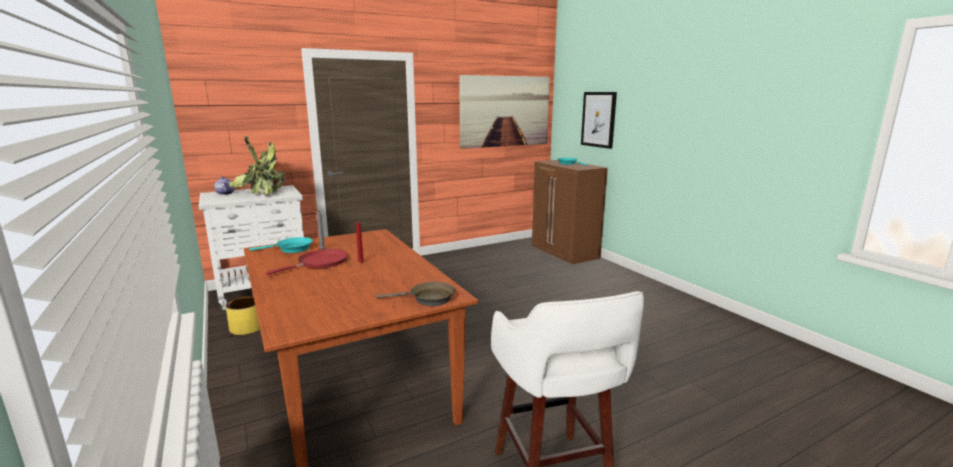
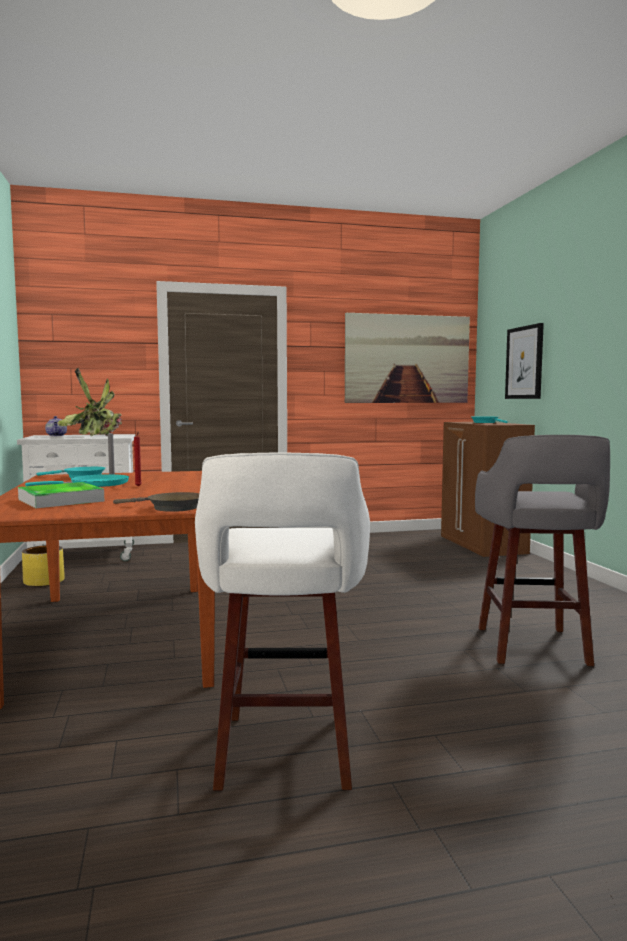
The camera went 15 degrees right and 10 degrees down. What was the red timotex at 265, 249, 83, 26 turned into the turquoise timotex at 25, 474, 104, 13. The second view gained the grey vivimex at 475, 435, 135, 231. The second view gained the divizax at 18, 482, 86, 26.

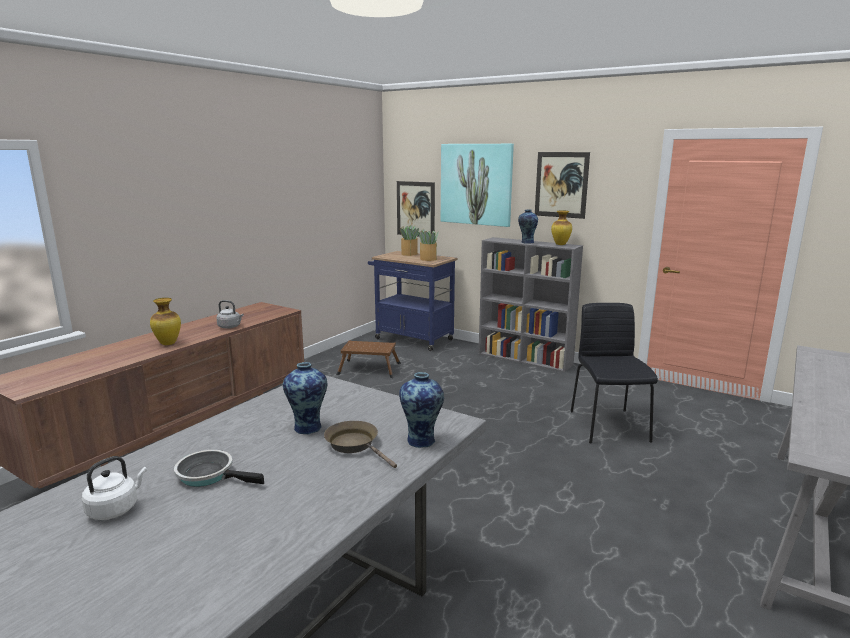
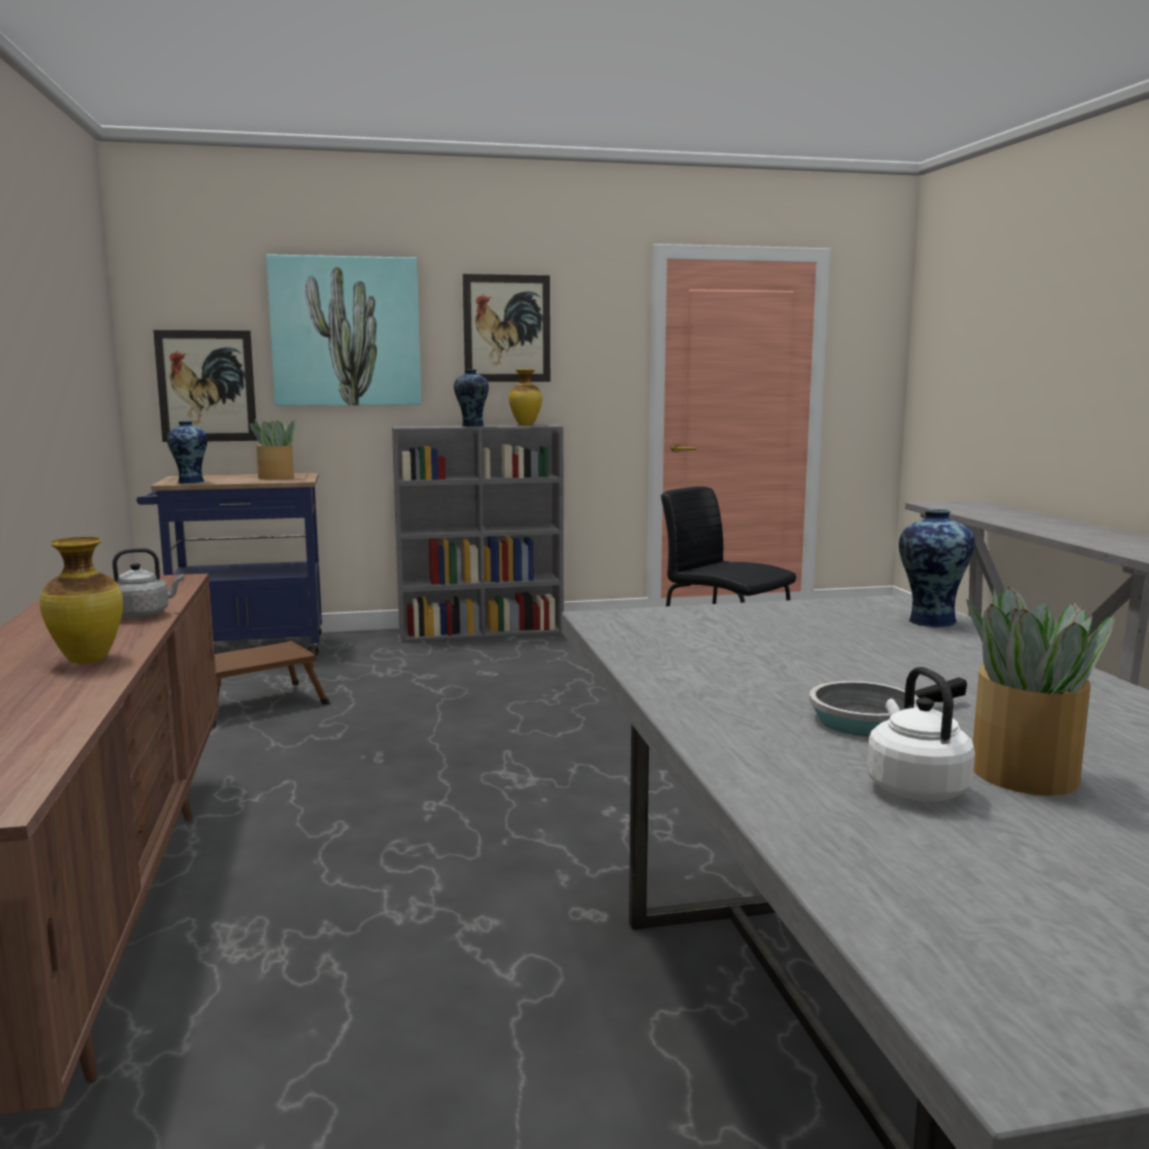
The camera went 45 degrees left and 5 degrees down. The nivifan ended up elsewhere, having gone from 400, 225, 19, 31 to 966, 586, 149, 210. The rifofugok ended up elsewhere, having gone from 283, 362, 45, 72 to 167, 421, 41, 62. The second view lost the brown timotex at 324, 421, 73, 47.

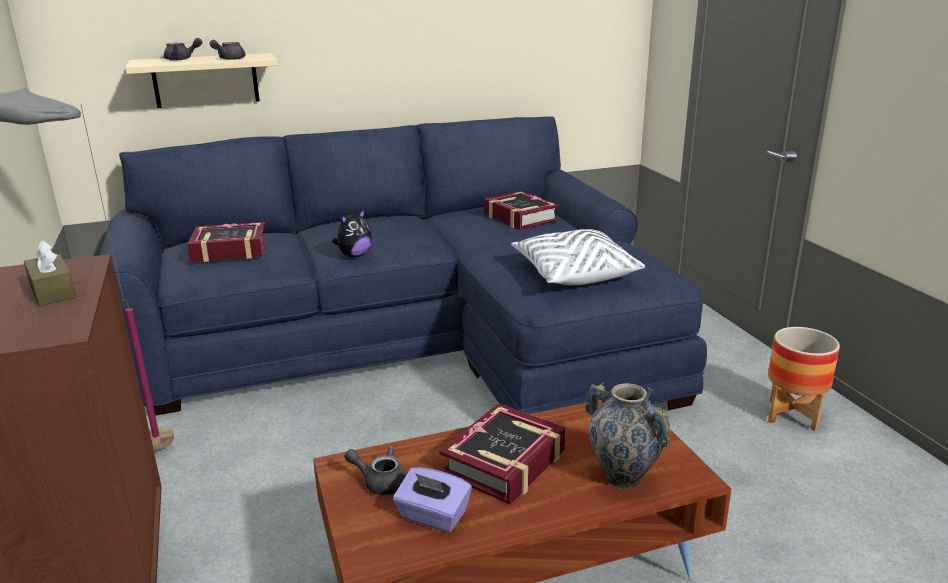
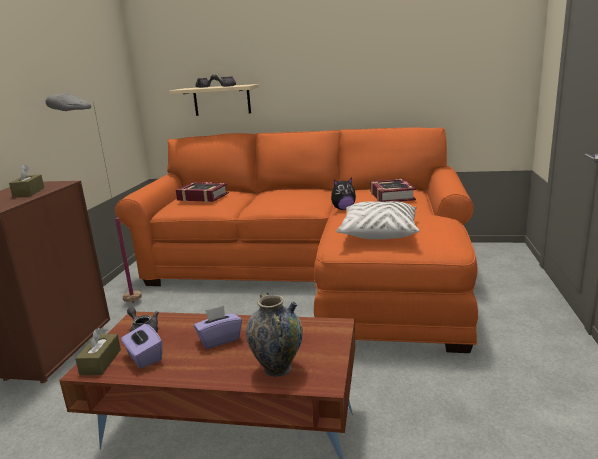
The camera went 30 degrees right and 5 degrees down. What was the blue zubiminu at 99, 116, 608, 300 turned into the orange zubiminu at 115, 127, 363, 226. The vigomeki ended up elsewhere, having gone from 333, 209, 39, 48 to 331, 178, 25, 32. The second view lost the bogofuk at 768, 327, 72, 105. Where the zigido stood at 439, 403, 127, 102, the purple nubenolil came to stand at 194, 306, 48, 43. The second view gained the brown nubenolil at 75, 328, 46, 47.

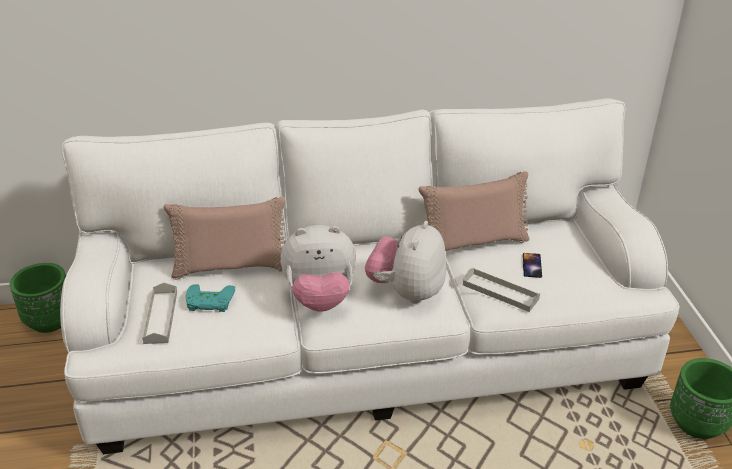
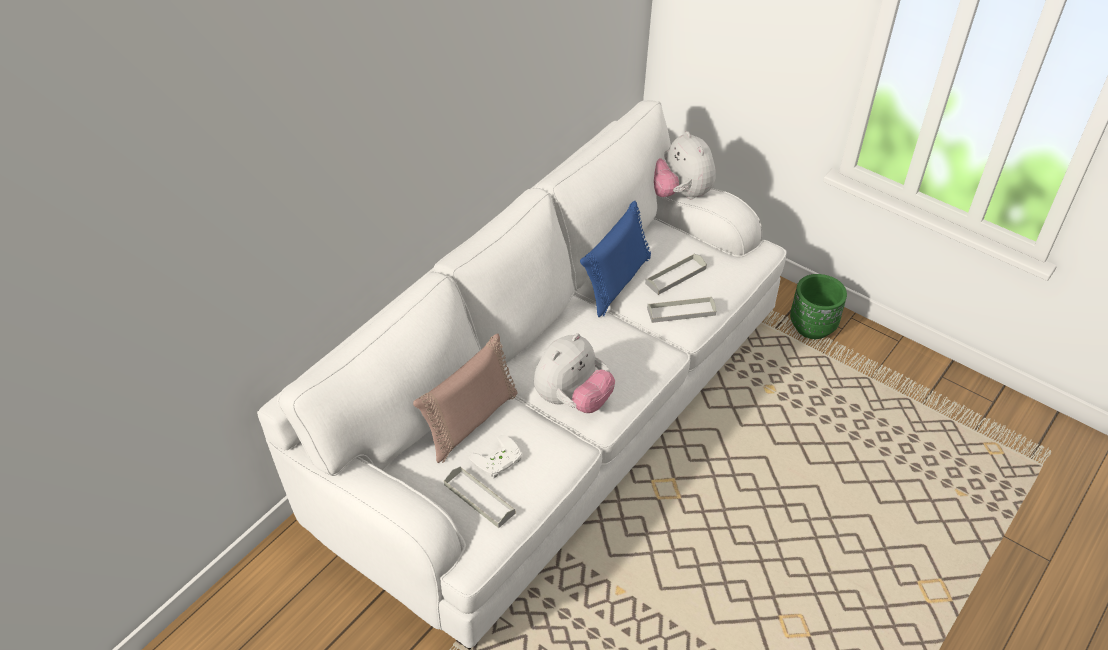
The camera went 45 degrees left and 10 degrees up. What was the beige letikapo at 418, 171, 111, 80 turned into the blue letikapo at 580, 201, 71, 116. The vigomeki ended up elsewhere, having gone from 365, 221, 81, 83 to 654, 131, 62, 68. Where the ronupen stood at 523, 253, 19, 25, the grey divizax came to stand at 645, 254, 62, 41. The second view lost the green bogofuk at 10, 263, 56, 70. What was the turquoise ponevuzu at 186, 284, 49, 28 turned into the white ponevuzu at 469, 435, 53, 44.

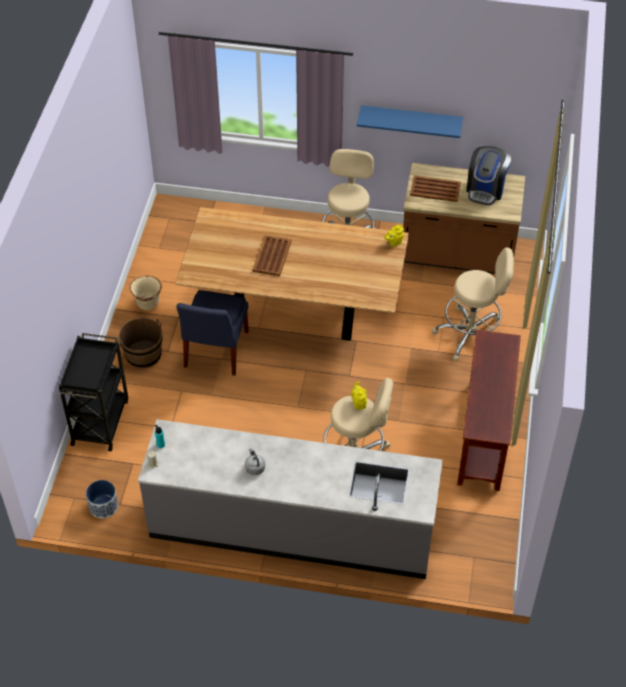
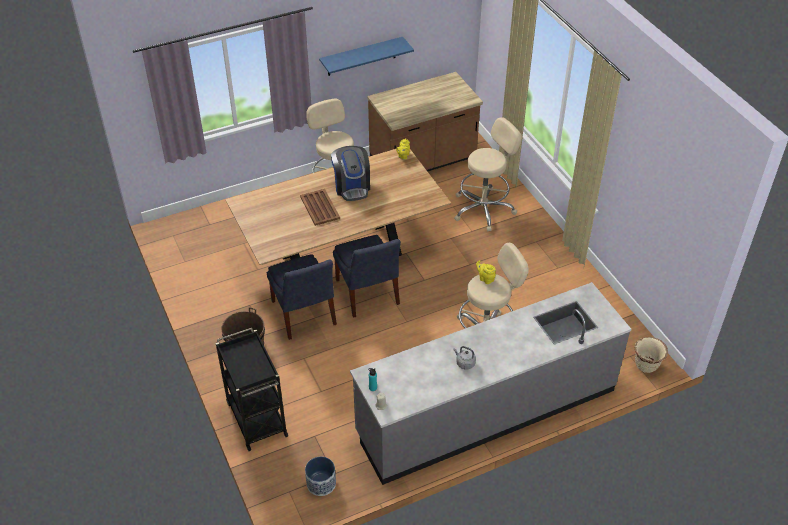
The camera went 35 degrees left and 5 degrees down. The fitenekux ended up elsewhere, having gone from 466, 146, 45, 59 to 331, 146, 39, 55. The second view lost the brown divizax at 410, 175, 51, 27. The beige bogofuk ended up elsewhere, having gone from 130, 276, 32, 34 to 634, 337, 34, 36. The second view lost the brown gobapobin at 457, 330, 64, 161. The second view gained the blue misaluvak at 333, 235, 68, 83.

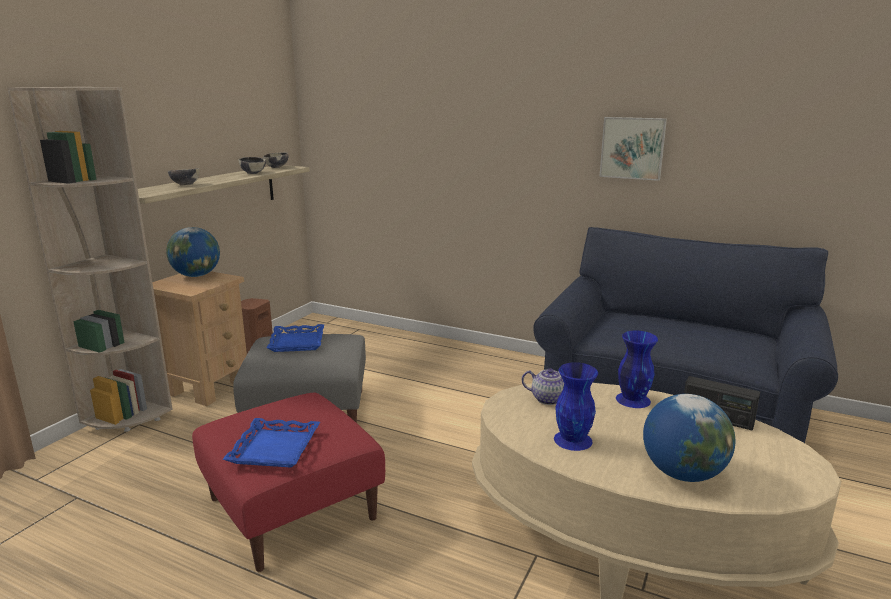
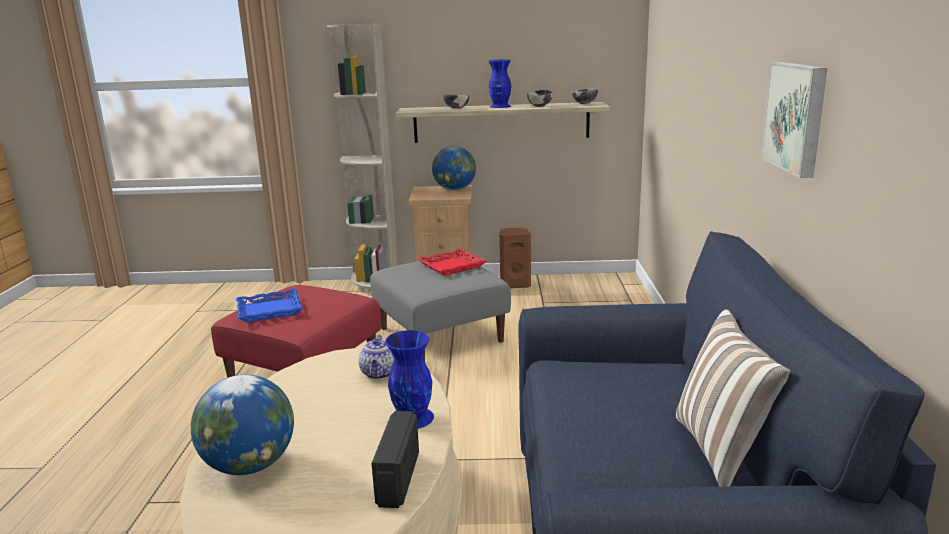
The camera went 65 degrees right and 0 degrees up. What was the blue divizax at 267, 324, 57, 28 turned into the red divizax at 418, 249, 69, 27. The blue rifofugok ended up elsewhere, having gone from 554, 362, 44, 89 to 488, 60, 23, 48. The second view gained the letikapo at 676, 309, 114, 178.

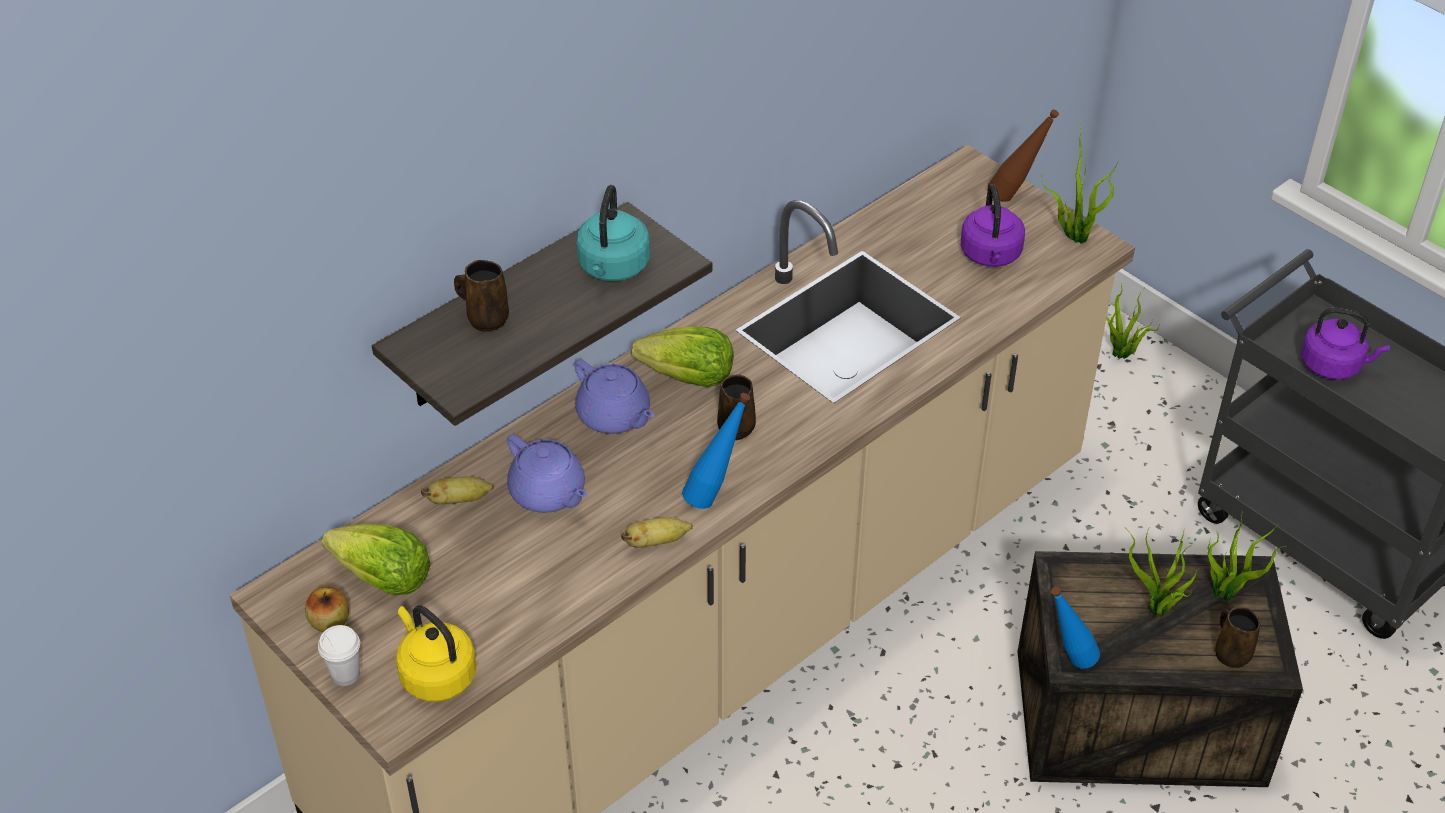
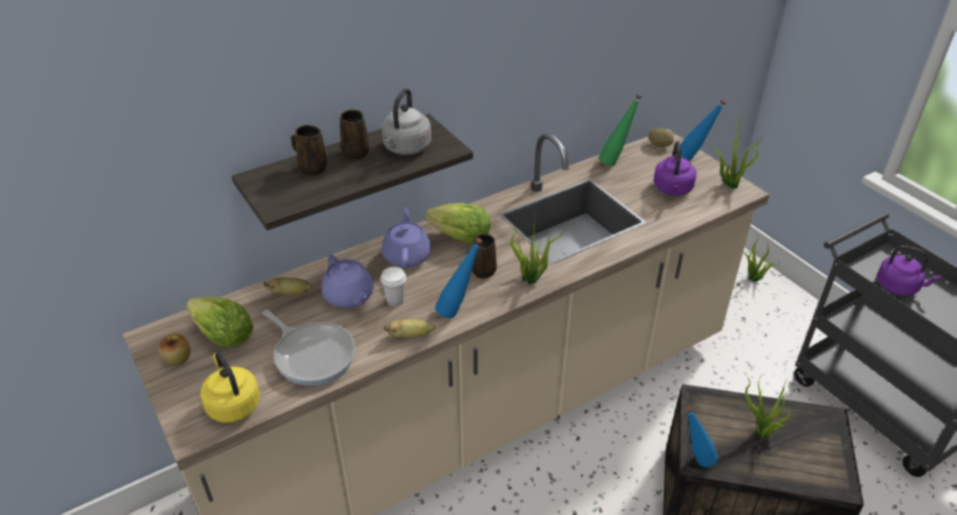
The camera went 10 degrees right and 5 degrees down. What was the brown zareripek at 988, 109, 71, 93 turned into the blue zareripek at 681, 99, 46, 62. What was the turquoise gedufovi at 577, 185, 73, 96 turned into the grey gedufovi at 381, 88, 50, 67. The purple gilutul at 575, 360, 79, 74 ended up facing another way, 150 degrees counterclockwise from before. The nivifan ended up elsewhere, having gone from 1207, 517, 74, 84 to 511, 216, 54, 69. The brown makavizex ended up elsewhere, having gone from 1215, 607, 45, 61 to 340, 110, 29, 50. The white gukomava ended up elsewhere, having gone from 318, 625, 42, 61 to 380, 267, 27, 39. The second view gained the green zareripek at 599, 94, 43, 72. The second view gained the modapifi at 648, 128, 26, 19. The second view gained the timotex at 262, 310, 94, 76.

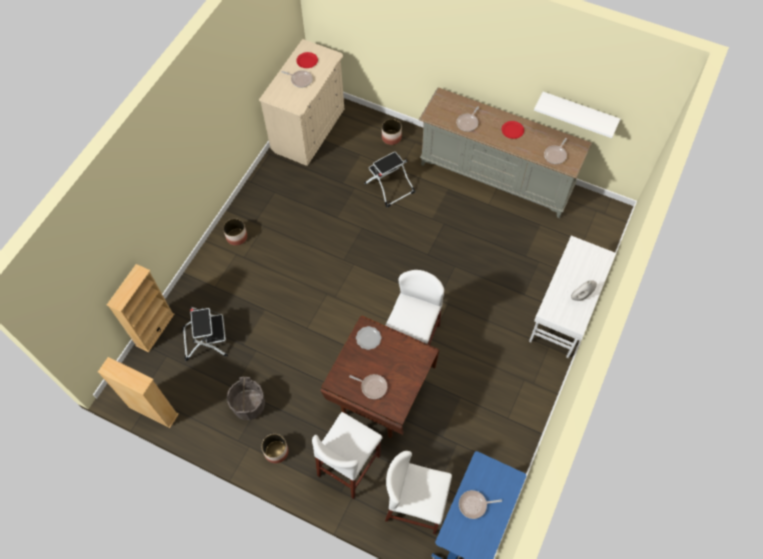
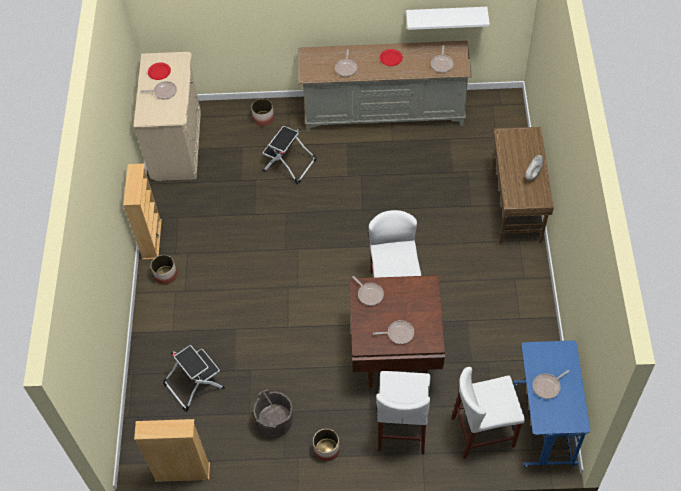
The camera went 25 degrees left and 5 degrees down. What was the white gobapobin at 529, 236, 87, 122 turned into the brown gobapobin at 491, 127, 63, 117. The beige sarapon ended up elsewhere, having gone from 107, 264, 67, 88 to 123, 164, 39, 96. Where the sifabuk stood at 356, 326, 25, 24, the timotex came to stand at 352, 276, 32, 30.

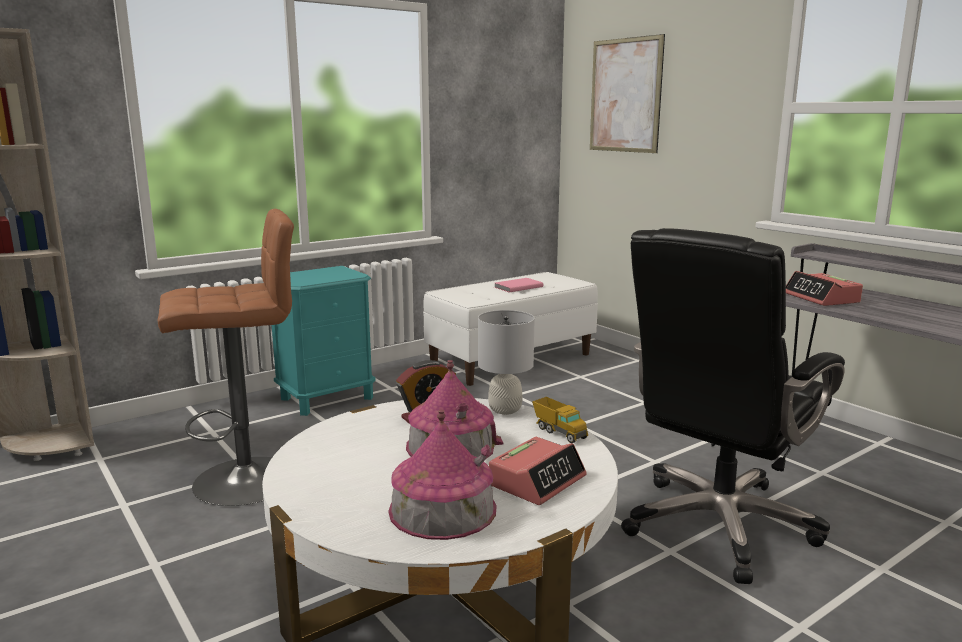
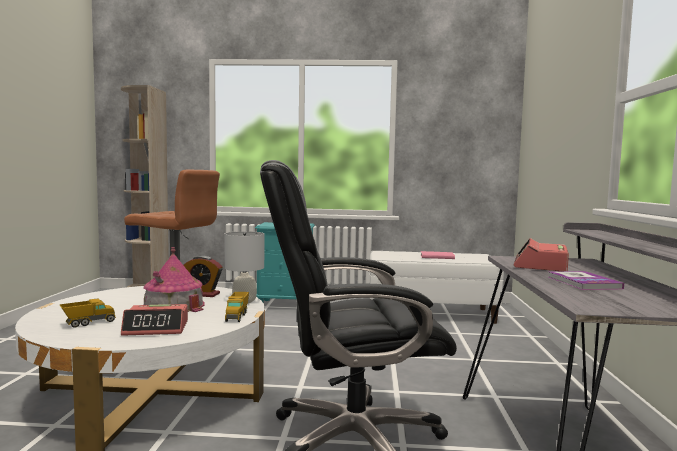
The camera went 40 degrees right and 10 degrees down. The second view lost the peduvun at 590, 34, 75, 119. Where the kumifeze stood at 388, 409, 109, 131, the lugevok came to stand at 60, 298, 56, 30. The second view gained the zigido at 549, 271, 75, 19.

